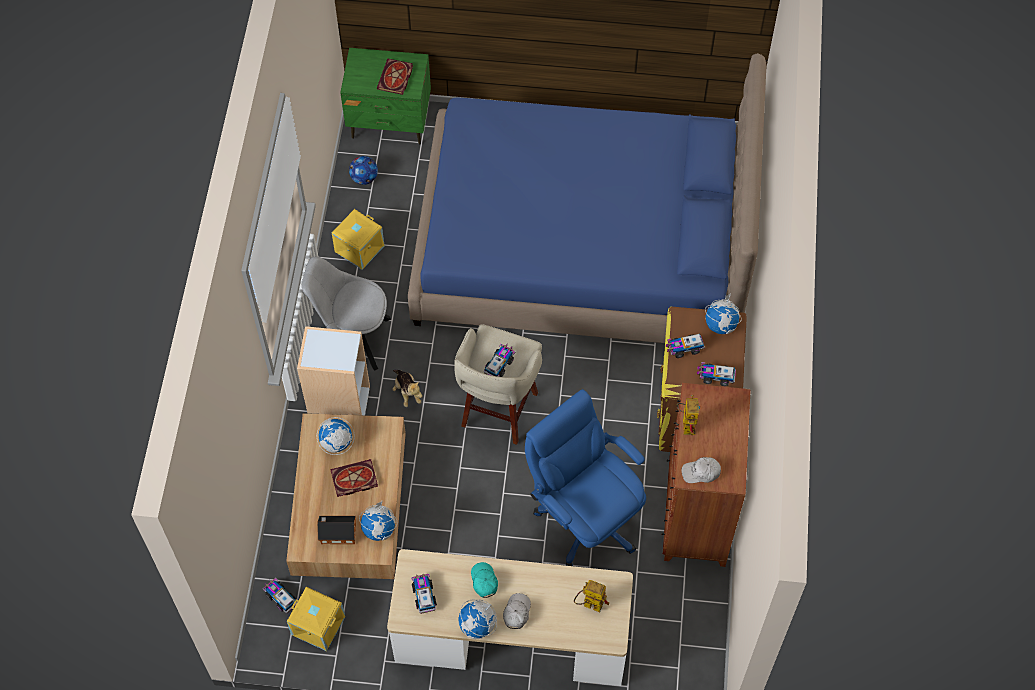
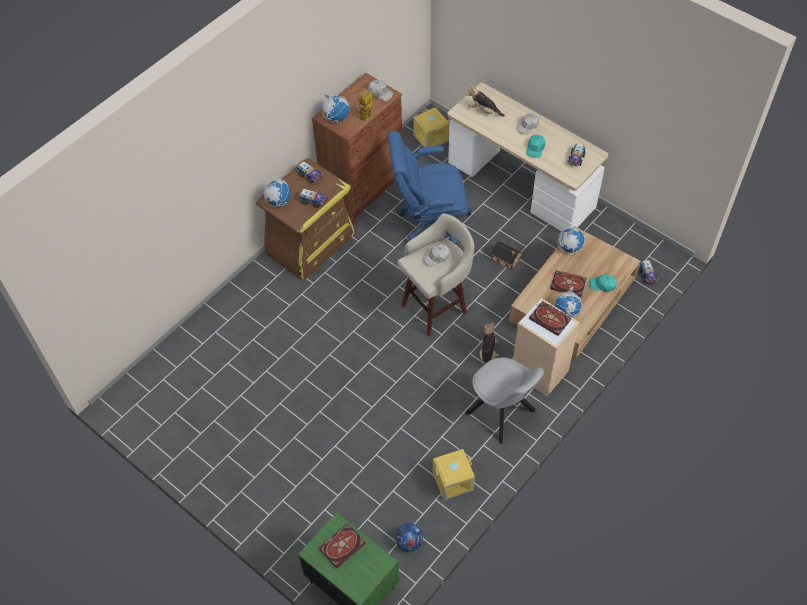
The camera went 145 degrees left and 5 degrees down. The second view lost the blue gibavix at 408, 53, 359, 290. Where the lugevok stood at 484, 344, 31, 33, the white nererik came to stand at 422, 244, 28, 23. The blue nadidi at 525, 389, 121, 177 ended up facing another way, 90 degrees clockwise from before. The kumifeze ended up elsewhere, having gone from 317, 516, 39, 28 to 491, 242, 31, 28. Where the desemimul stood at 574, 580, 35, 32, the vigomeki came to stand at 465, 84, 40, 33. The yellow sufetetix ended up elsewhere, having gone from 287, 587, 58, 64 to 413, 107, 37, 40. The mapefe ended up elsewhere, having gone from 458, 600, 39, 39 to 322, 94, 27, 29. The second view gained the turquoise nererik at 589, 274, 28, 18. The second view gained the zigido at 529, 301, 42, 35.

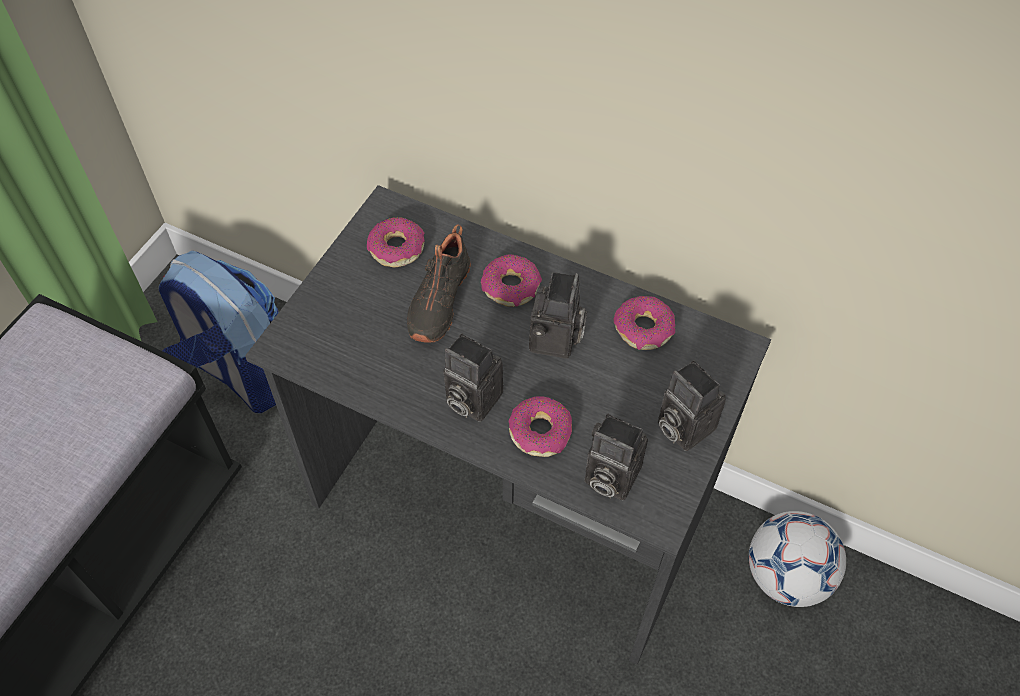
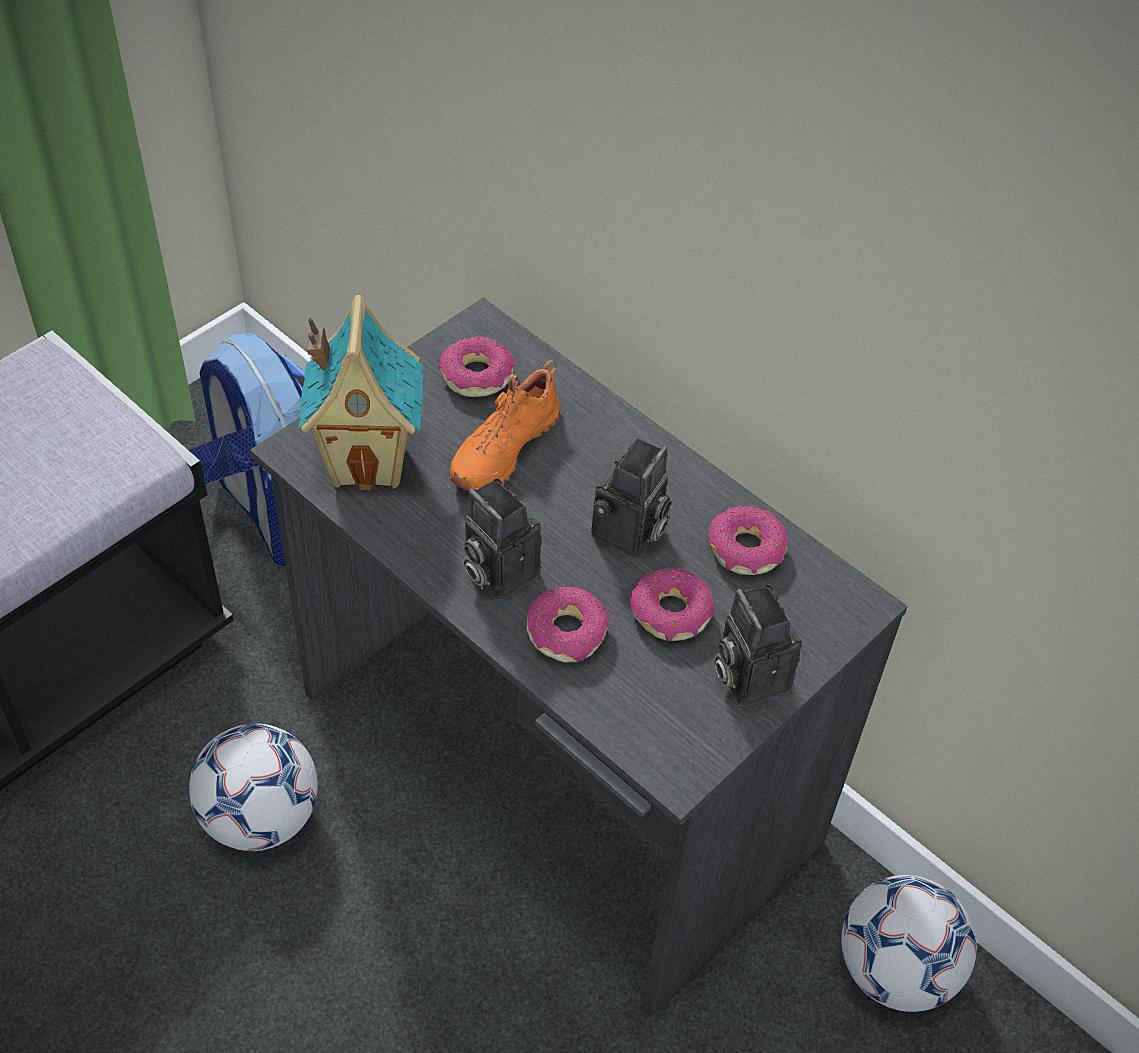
The camera went 15 degrees right and 5 degrees down. What was the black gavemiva at 407, 224, 64, 119 turned into the orange gavemiva at 450, 360, 110, 131. The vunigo ended up elsewhere, having gone from 481, 254, 61, 53 to 629, 568, 86, 73. The second view lost the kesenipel at 585, 414, 63, 87. The second view gained the kumifeze at 299, 295, 124, 195. The second view gained the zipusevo at 189, 723, 129, 128.

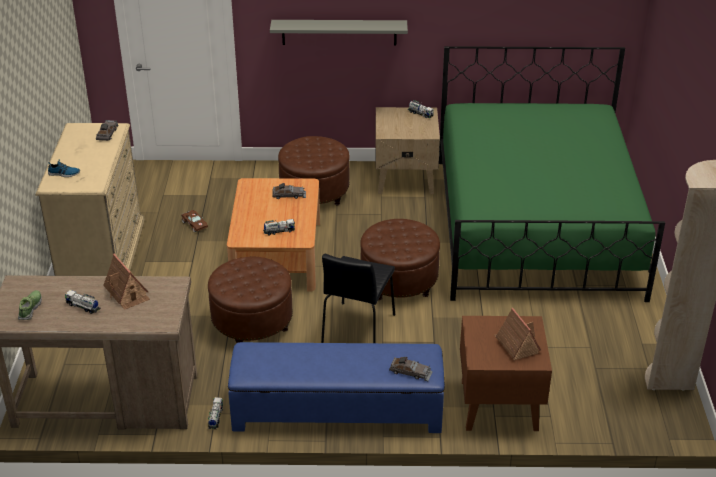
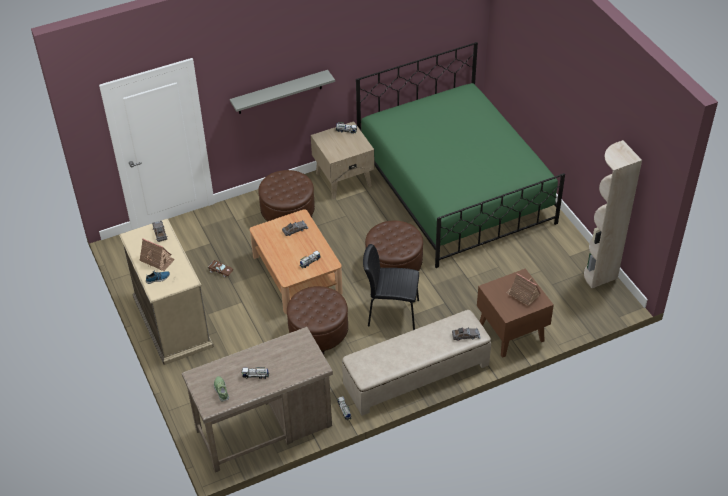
The camera went 25 degrees left and 10 degrees up. The kumifeze ended up elsewhere, having gone from 103, 254, 47, 56 to 140, 238, 35, 33. The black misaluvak at 321, 254, 75, 89 ended up facing another way, 105 degrees clockwise from before. What was the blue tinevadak at 228, 342, 217, 91 turned into the beige tinevadak at 342, 310, 149, 106.

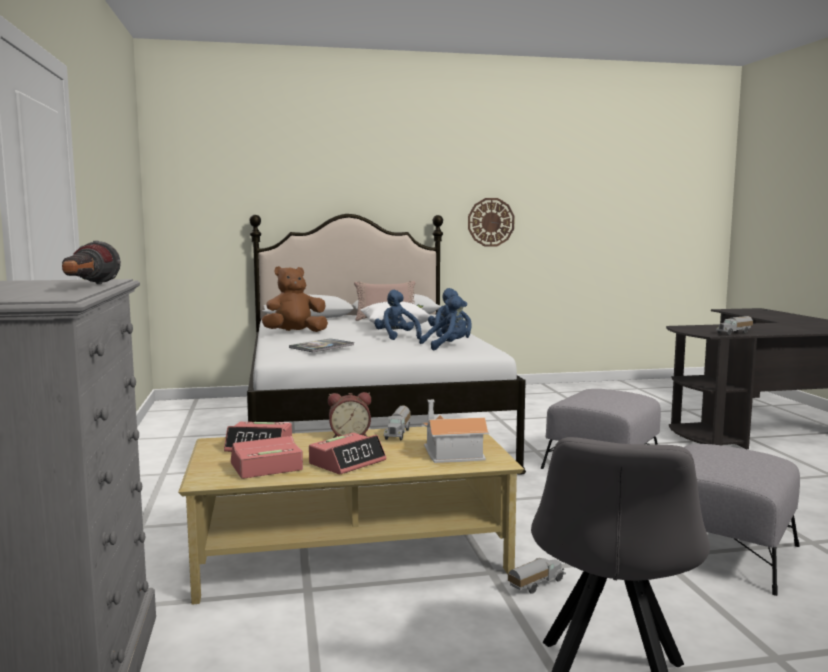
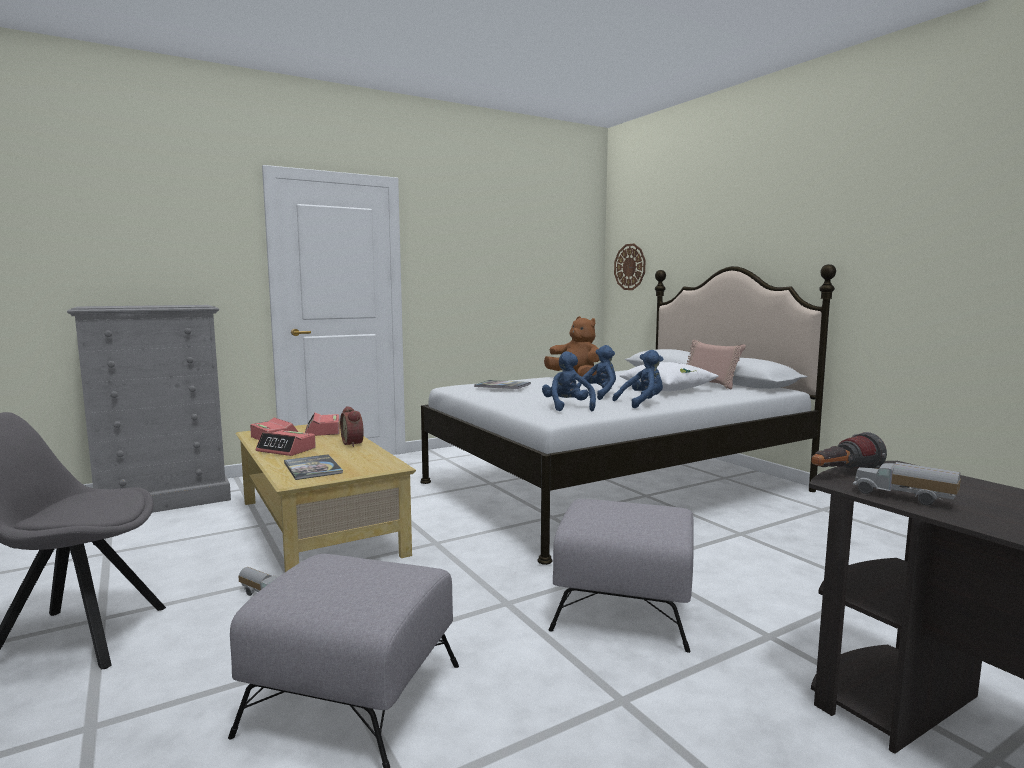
The camera went 70 degrees right and 0 degrees up. The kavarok ended up elsewhere, having gone from 468, 198, 47, 49 to 614, 244, 32, 46. The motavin ended up elsewhere, having gone from 62, 240, 59, 44 to 811, 432, 76, 37. The blue vigomeki at 419, 295, 48, 55 ended up facing another way, 150 degrees counterclockwise from before. Where the kumifeze stood at 422, 400, 67, 63, the zigido came to stand at 284, 454, 59, 26. The second view lost the lugevok at 383, 405, 27, 35.

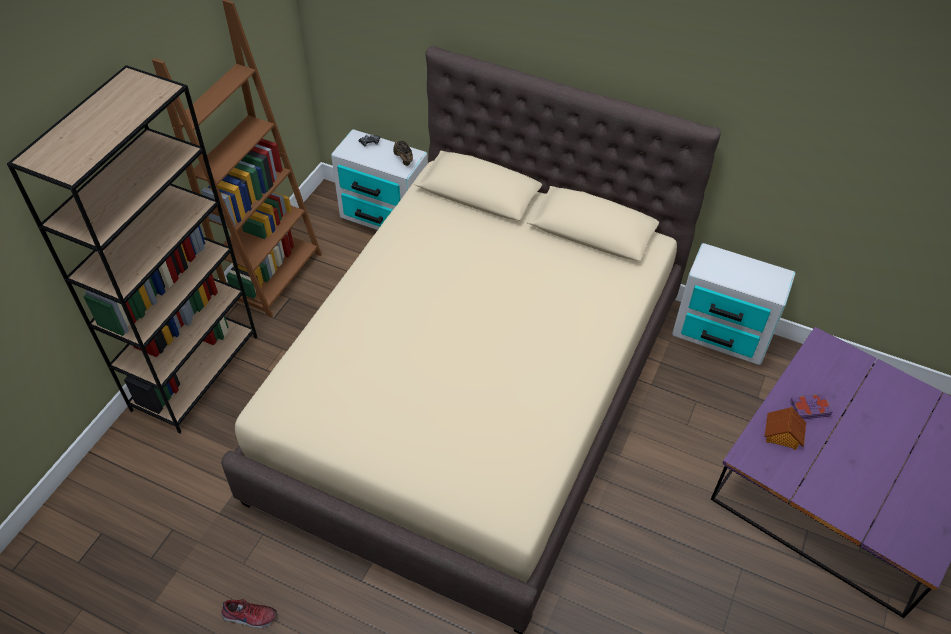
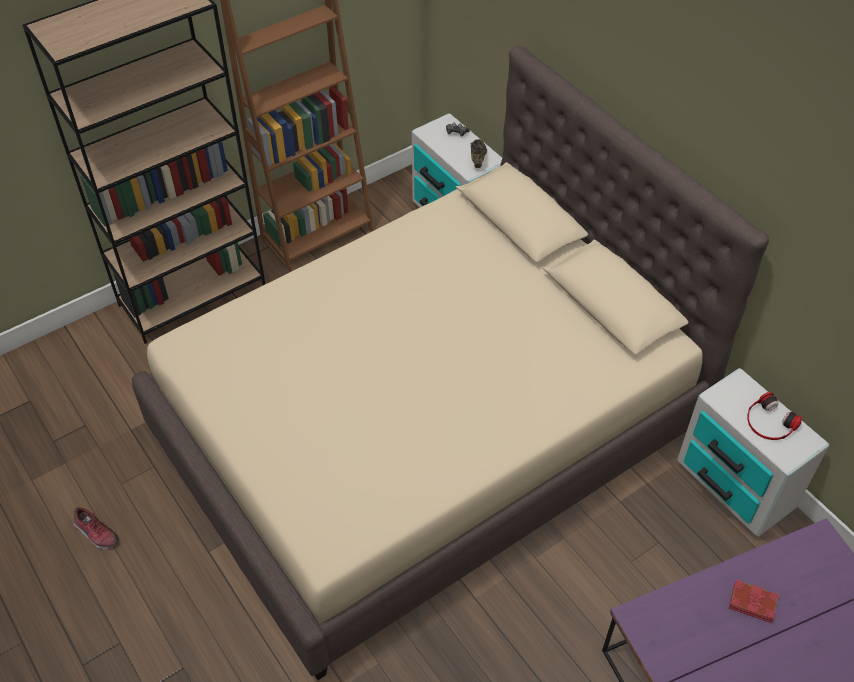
The camera went 30 degrees right and 0 degrees up. What was the purple zigido at 790, 393, 43, 26 turned into the red zigido at 729, 579, 50, 44. The second view lost the kumifeze at 765, 407, 41, 43. The second view gained the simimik at 747, 392, 55, 48.

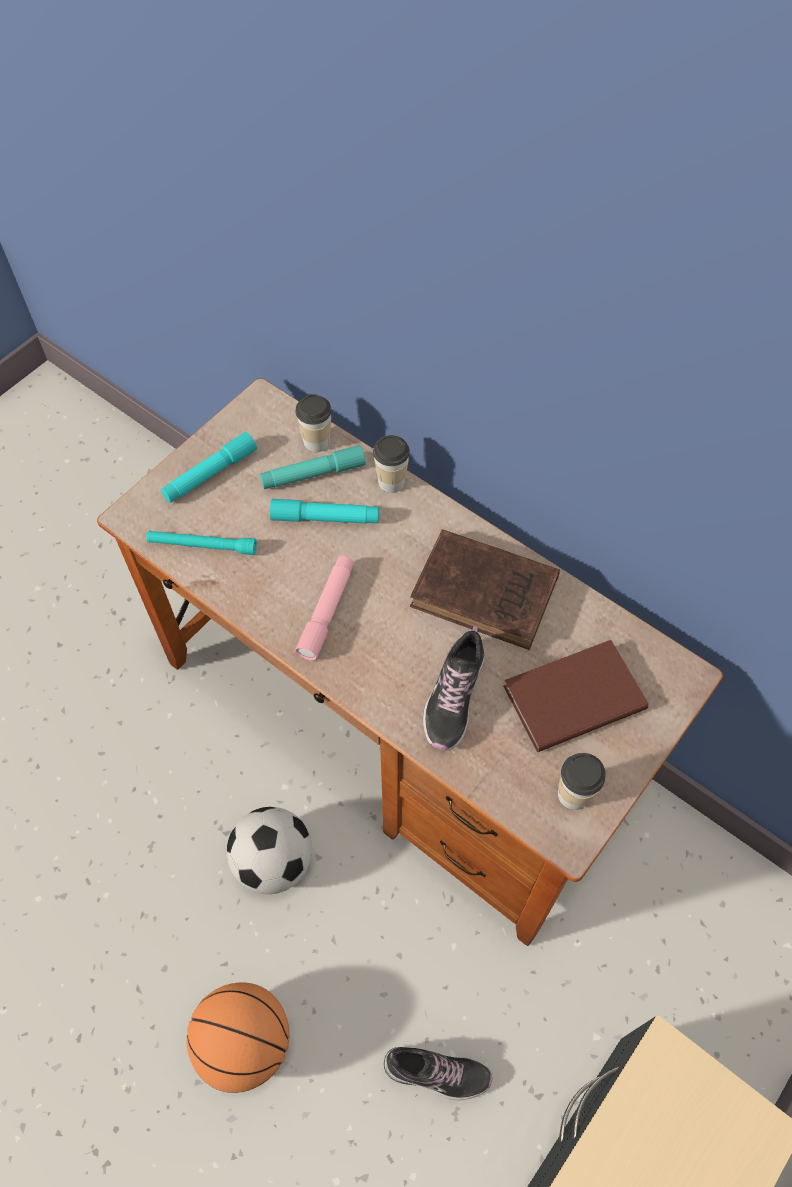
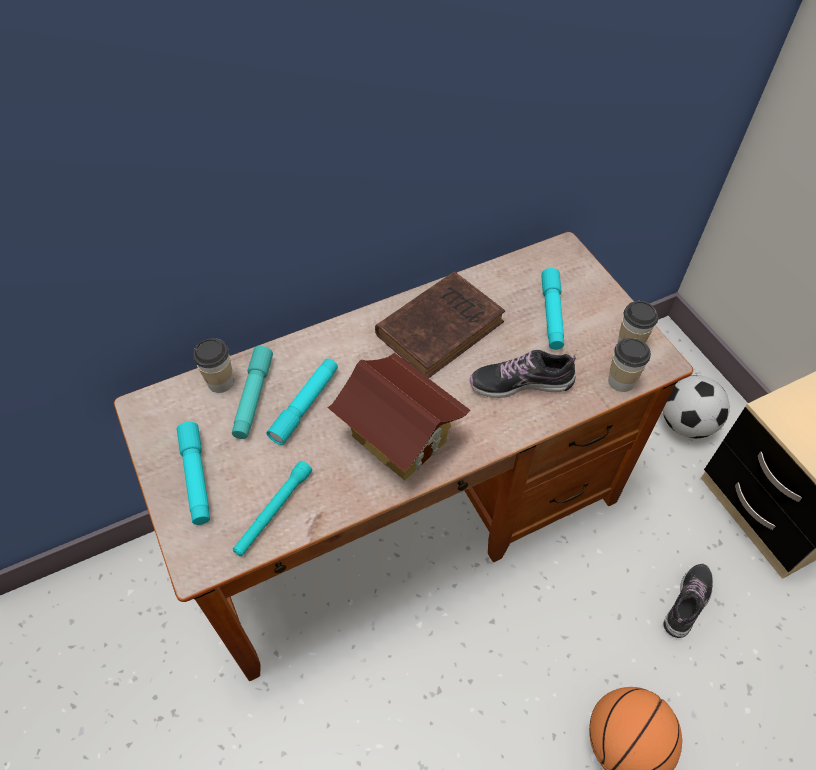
The camera went 65 degrees left and 5 degrees down. The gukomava ended up elsewhere, having gone from 373, 435, 37, 58 to 608, 338, 43, 54. Where the pink motavin stood at 295, 556, 59, 104, the kumifeze came to stand at 327, 353, 144, 127. The gavemiva at 423, 626, 62, 124 ended up facing another way, 135 degrees clockwise from before. Where the brown zigido stood at 503, 640, 145, 112, the turquoise motavin came to stand at 541, 268, 23, 82. The zipusevo ended up elsewhere, having gone from 227, 807, 85, 87 to 662, 375, 68, 63.

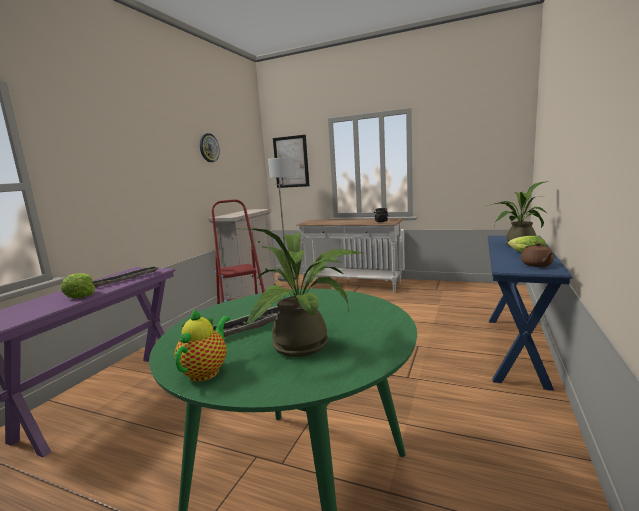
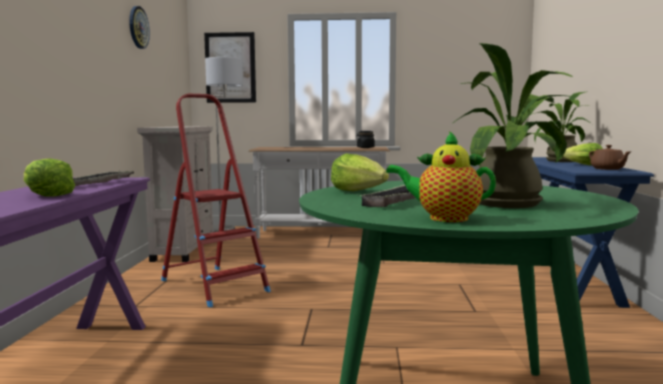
The camera went 20 degrees left and 5 degrees down. The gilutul at 175, 308, 55, 74 ended up facing another way, 75 degrees counterclockwise from before. The second view gained the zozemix at 331, 153, 58, 38.

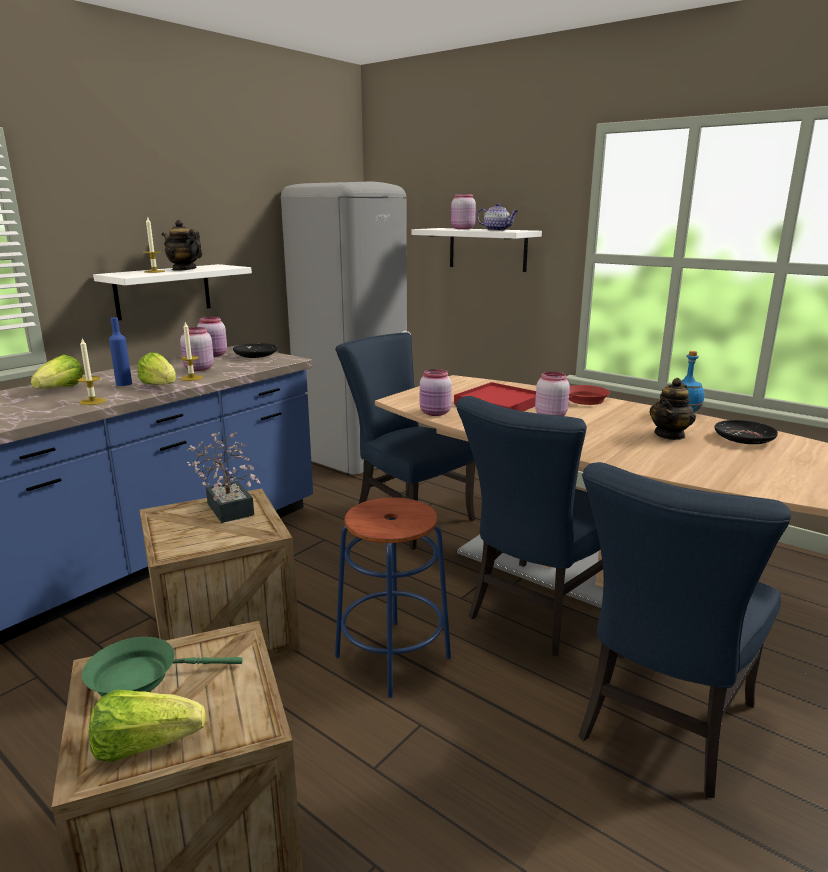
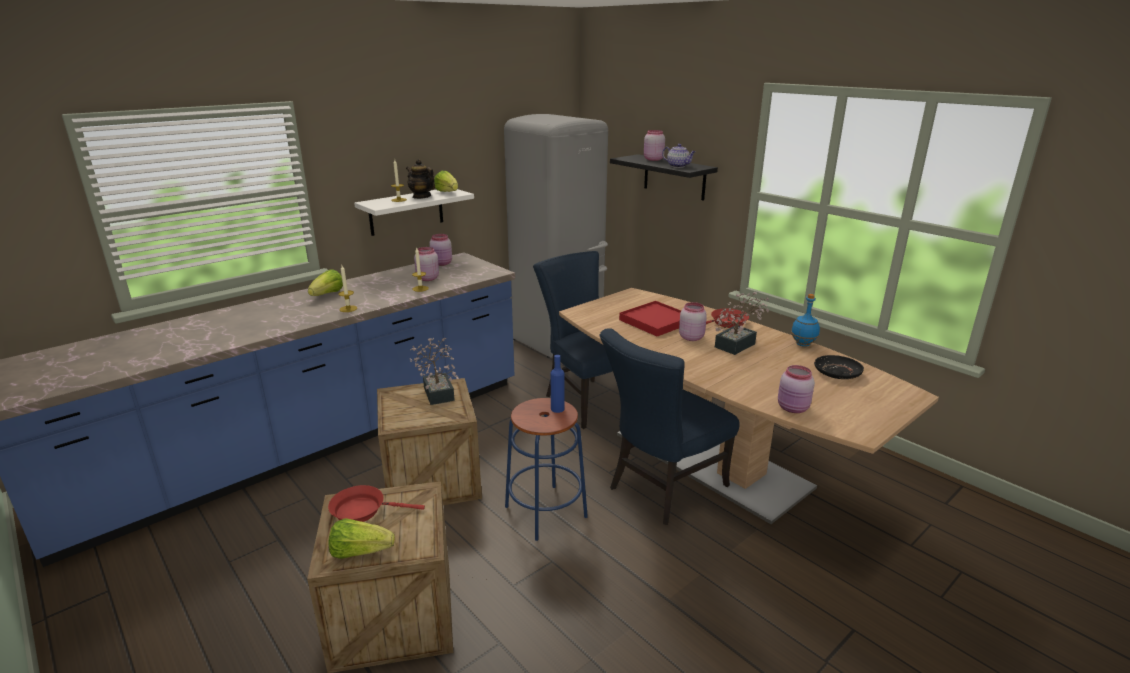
The camera went 10 degrees right and 5 degrees up. What was the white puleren at 411, 228, 131, 44 turned into the black puleren at 610, 154, 108, 47. The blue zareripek ended up elsewhere, having gone from 109, 317, 23, 69 to 551, 355, 13, 58. The second view lost the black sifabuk at 233, 343, 45, 15. The zozemix ended up elsewhere, having gone from 137, 353, 39, 32 to 434, 171, 24, 21. The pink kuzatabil ended up elsewhere, having gone from 420, 369, 32, 47 to 778, 365, 37, 48. The second view lost the gilutul at 649, 378, 47, 62. The second view lost the blue misaluvak at 578, 462, 213, 336. What was the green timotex at 82, 637, 161, 59 turned into the red timotex at 328, 485, 97, 37. The second view gained the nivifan at 715, 292, 54, 63.

